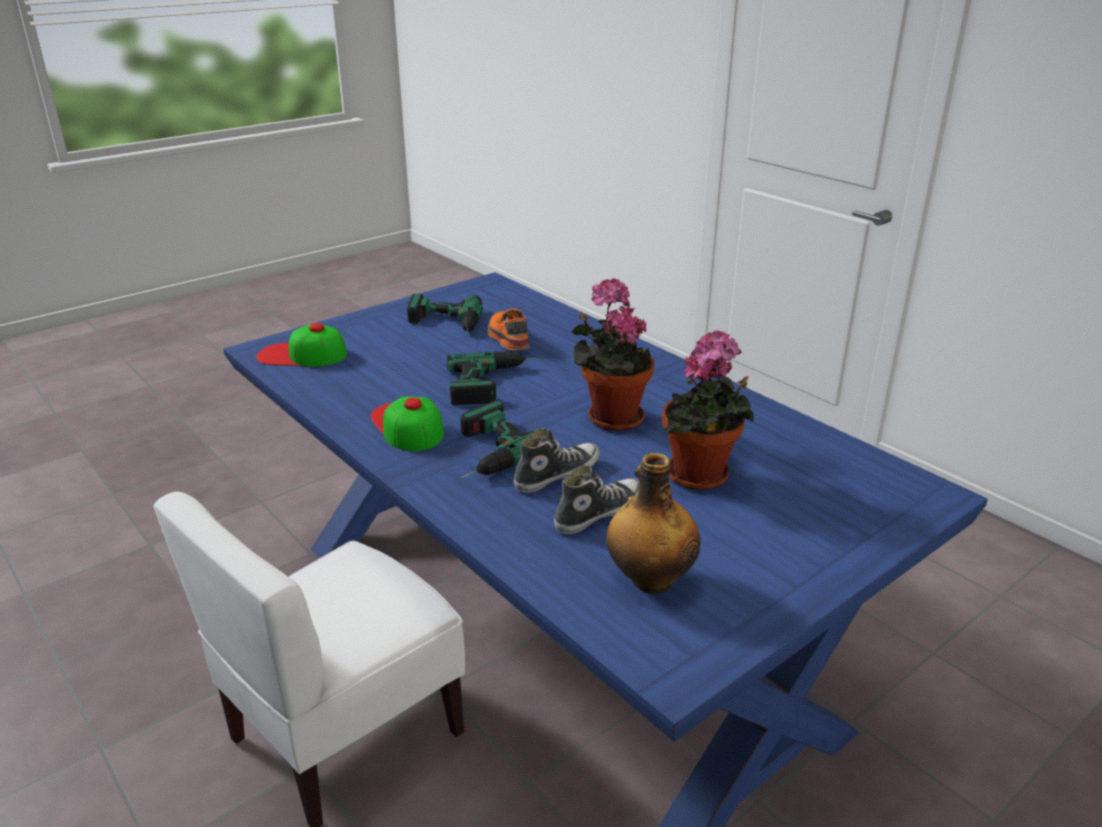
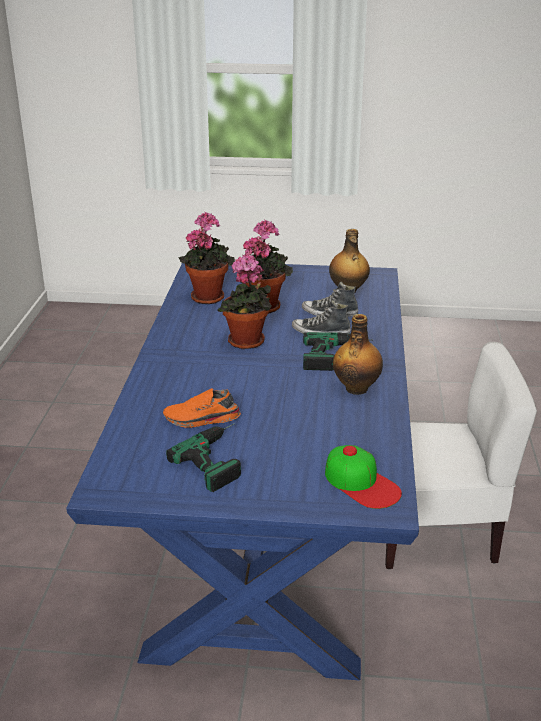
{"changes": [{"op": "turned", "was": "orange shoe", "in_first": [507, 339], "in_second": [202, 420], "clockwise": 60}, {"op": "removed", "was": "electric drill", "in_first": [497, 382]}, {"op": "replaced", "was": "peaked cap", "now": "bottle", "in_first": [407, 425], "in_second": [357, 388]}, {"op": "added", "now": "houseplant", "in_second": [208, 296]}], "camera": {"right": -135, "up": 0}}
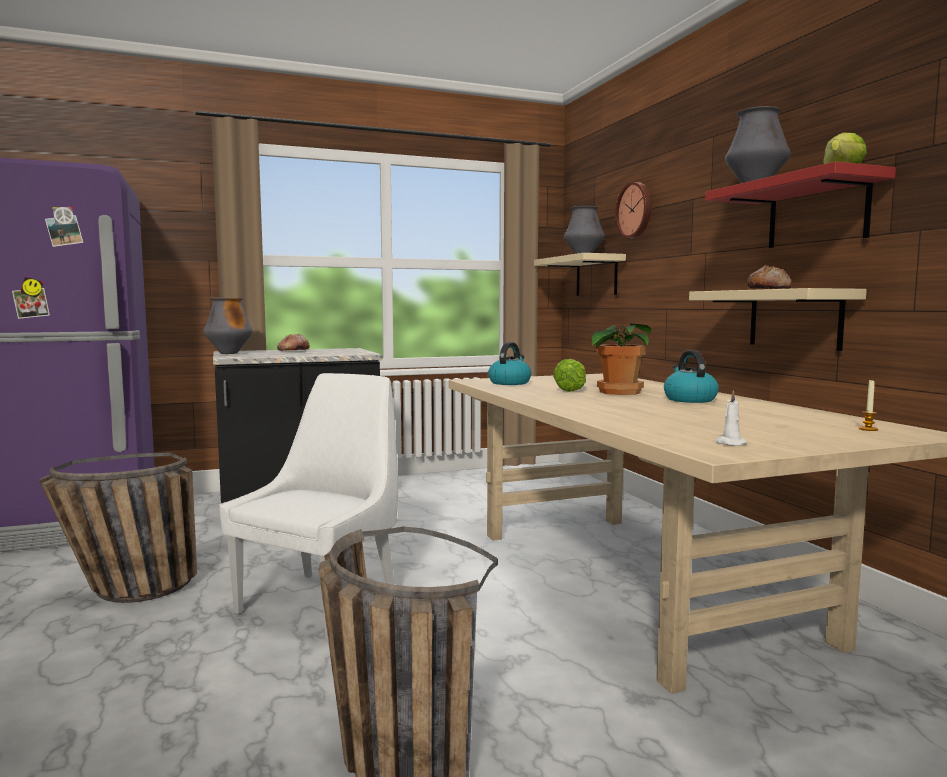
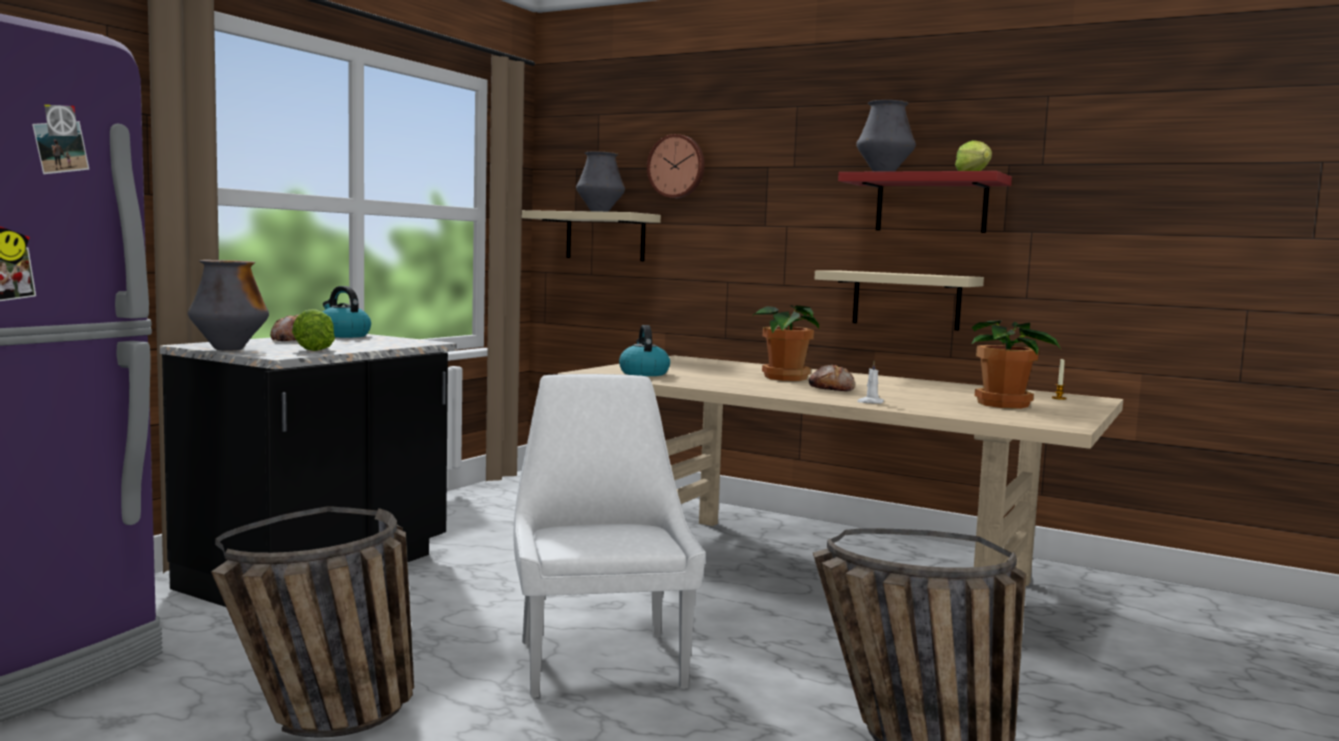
{"changes": [{"op": "moved", "was": "bread", "in_first": [769, 289], "in_second": [832, 389]}, {"op": "moved", "was": "water kettle", "in_first": [689, 399], "in_second": [342, 335]}, {"op": "moved", "was": "lettuce head", "in_first": [574, 389], "in_second": [316, 348]}, {"op": "moved", "was": "whitish wax light", "in_first": [729, 443], "in_second": [870, 402]}, {"op": "added", "now": "houseplant", "in_second": [1004, 405]}], "camera": {"right": -40, "up": 0}}
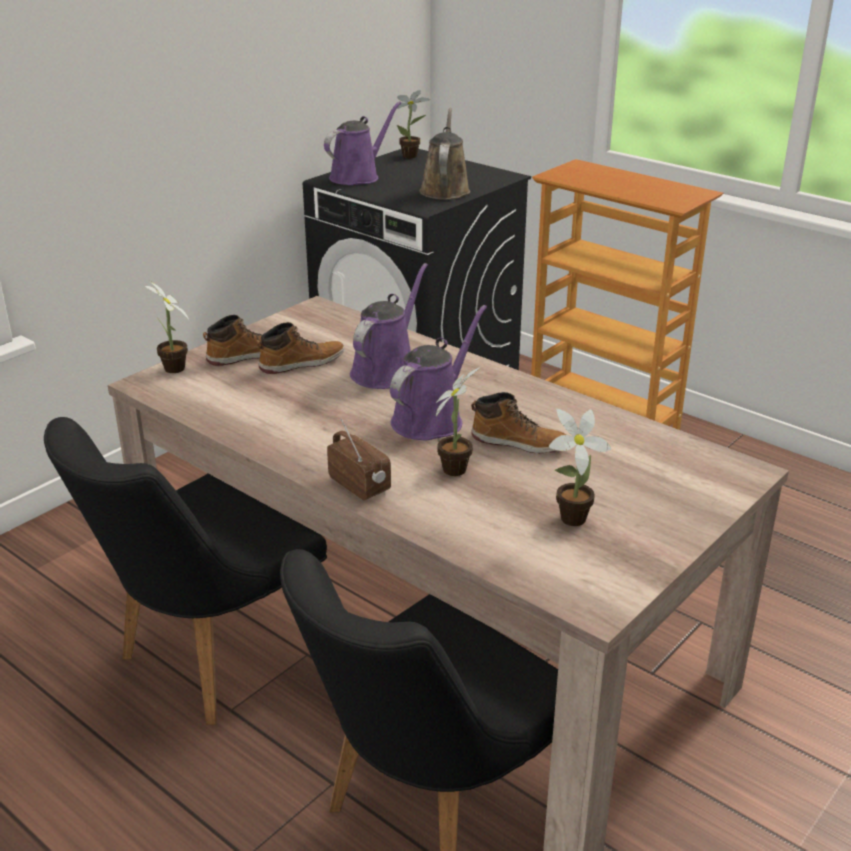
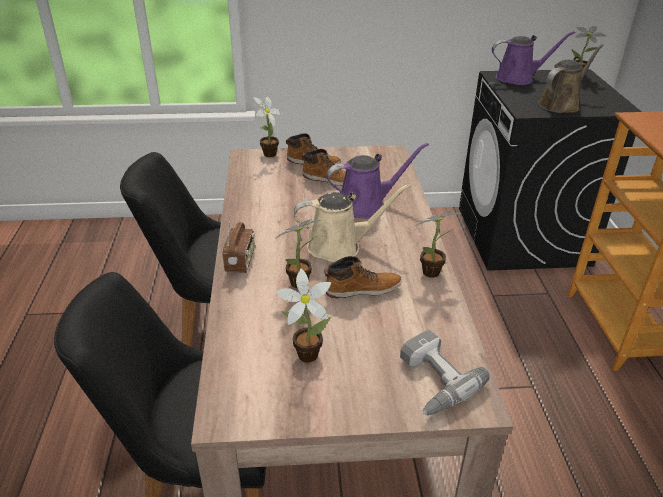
{"changes": [{"op": "recoloured", "was": "purple-coloured sprinkling can", "now": "sand-coloured sprinkling can", "in_first": [431, 419], "in_second": [339, 246]}, {"op": "turned", "was": "boot", "in_first": [519, 442], "in_second": [362, 289], "clockwise": -75}, {"op": "added", "now": "houseplant", "in_second": [434, 272]}, {"op": "added", "now": "electric drill", "in_second": [431, 381]}], "camera": {"right": 45, "up": 5}}
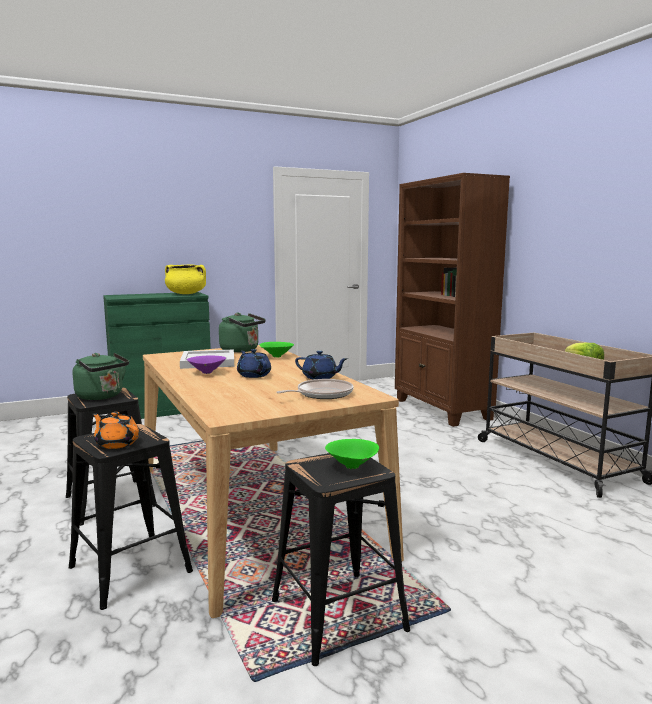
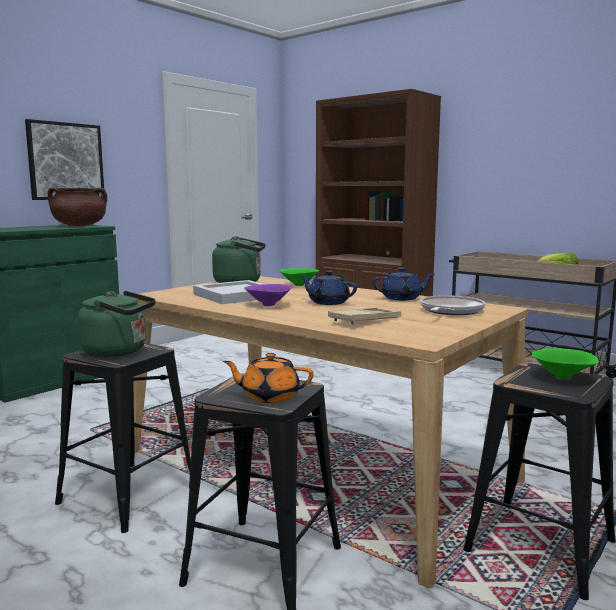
{"changes": [{"op": "recoloured", "was": "yellowish saucepot", "now": "brownish saucepot", "in_first": [186, 294], "in_second": [79, 225]}, {"op": "added", "now": "wall art", "in_second": [65, 161]}, {"op": "added", "now": "sand-coloured carrying tray", "in_second": [365, 320]}], "camera": {"right": -25, "up": 0}}
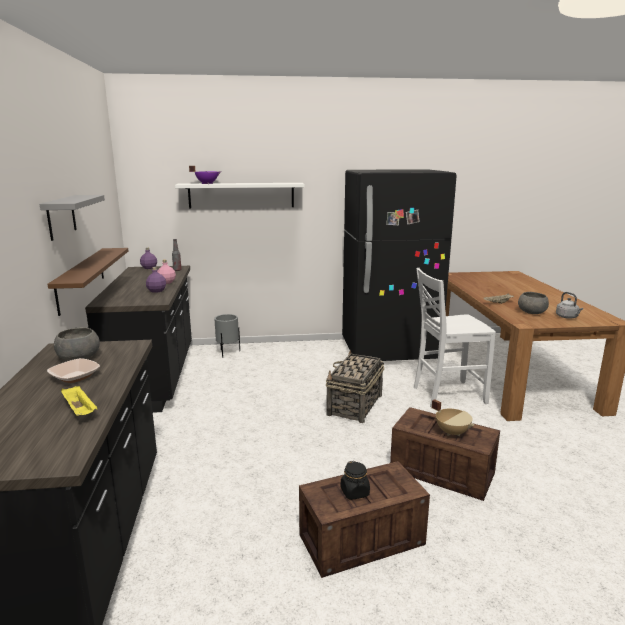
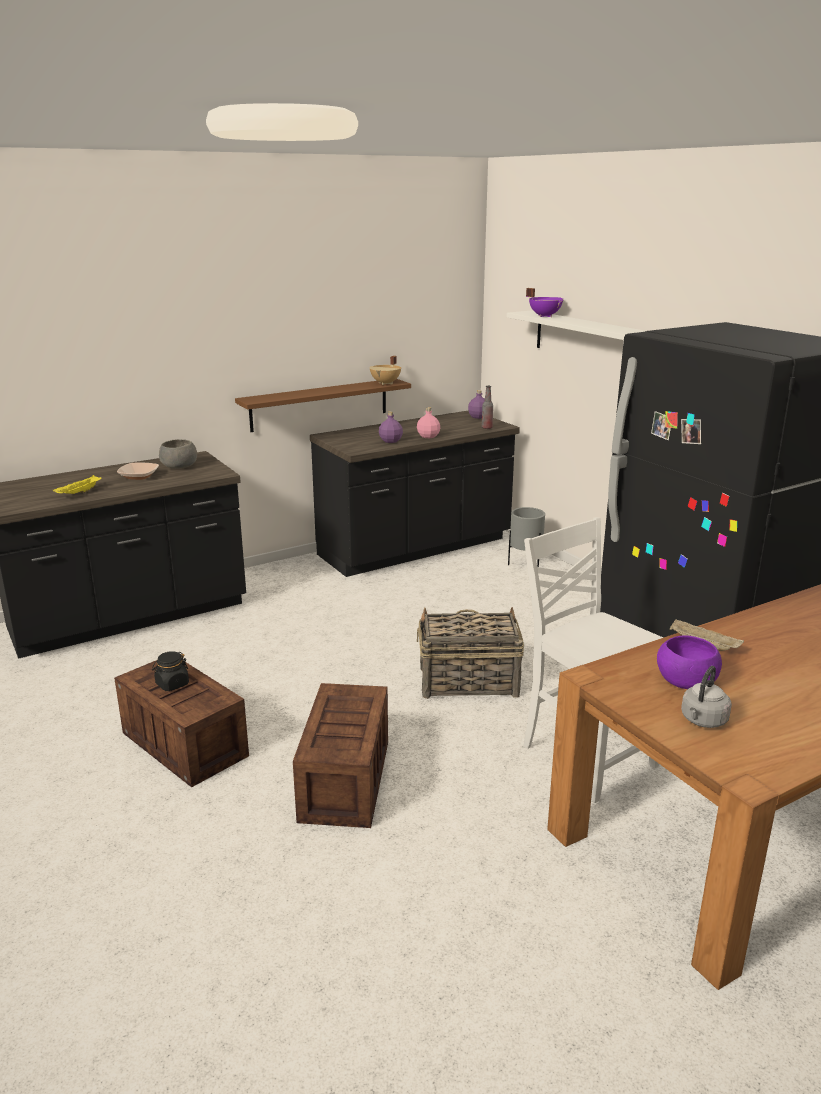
{"changes": [{"op": "removed", "was": "grey wall shelf", "in_first": [61, 217]}, {"op": "recoloured", "was": "grey bowl", "now": "purple-coloured bowl", "in_first": [532, 312], "in_second": [686, 681]}, {"op": "moved", "was": "sand-coloured saucepot", "in_first": [452, 432], "in_second": [386, 383]}], "camera": {"right": 65, "up": 5}}
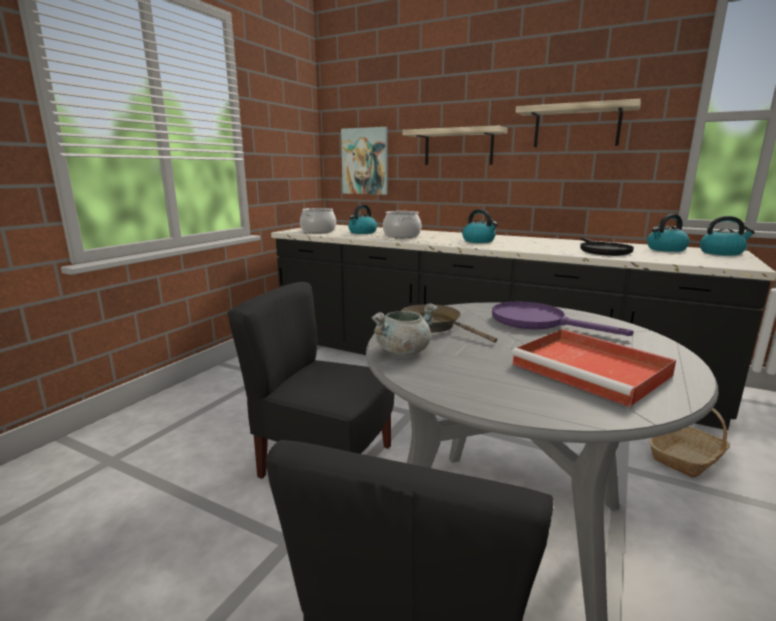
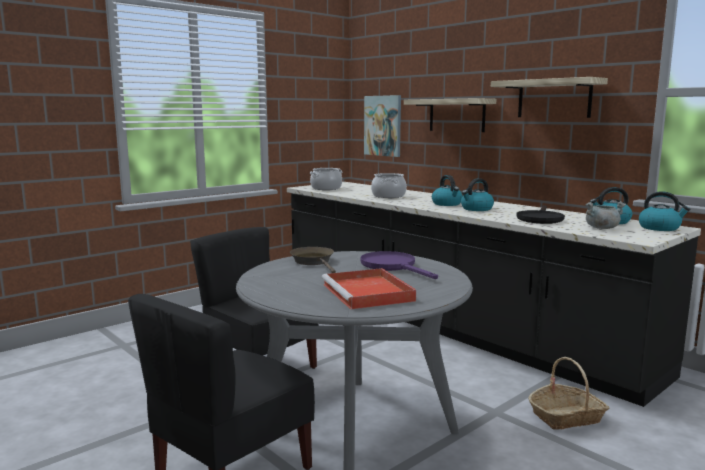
{"changes": [{"op": "moved", "was": "water kettle", "in_first": [362, 232], "in_second": [476, 209]}, {"op": "moved", "was": "grey saucepot", "in_first": [403, 351], "in_second": [602, 228]}], "camera": {"right": 20, "up": -5}}
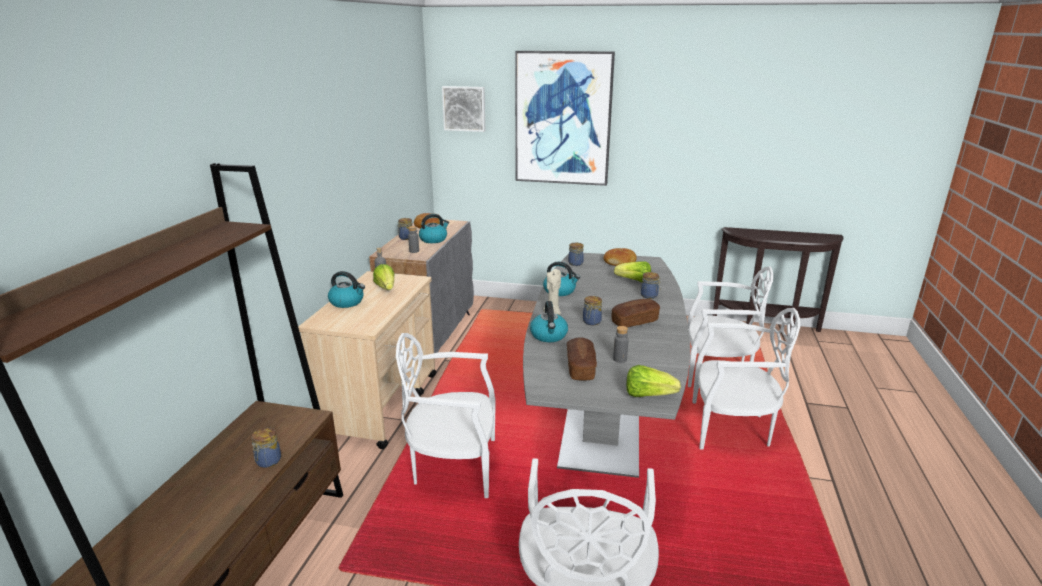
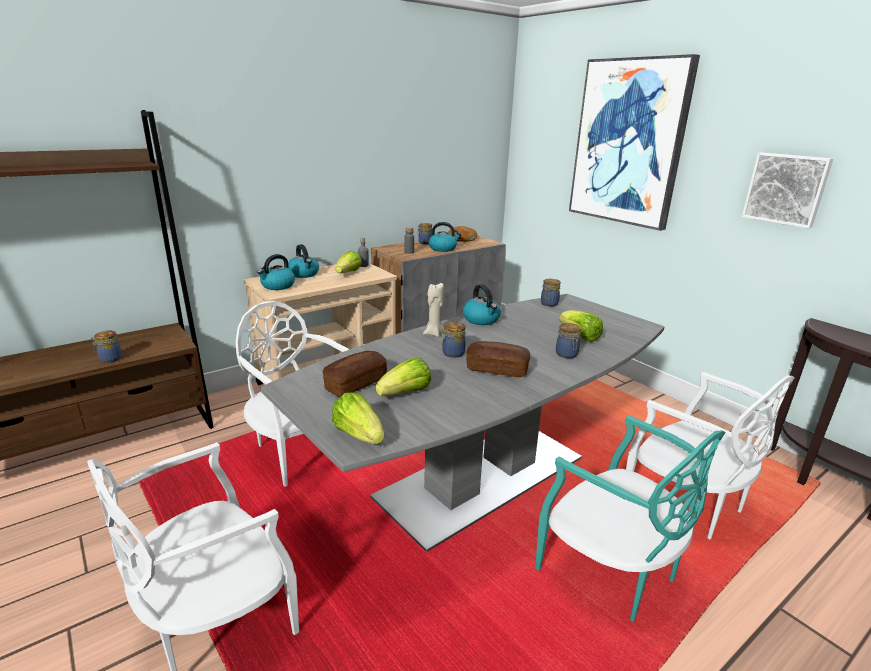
{"changes": [{"op": "moved", "was": "wall art", "in_first": [464, 108], "in_second": [786, 189]}, {"op": "removed", "was": "bread", "in_first": [620, 262]}, {"op": "moved", "was": "water kettle", "in_first": [549, 336], "in_second": [277, 286]}, {"op": "recoloured", "was": "whitish plain chair", "now": "turquoise-coloured plain chair", "in_first": [731, 429], "in_second": [611, 571]}, {"op": "replaced", "was": "grey bottle", "now": "lettuce head", "in_first": [620, 359], "in_second": [405, 393]}], "camera": {"right": 40, "up": 0}}
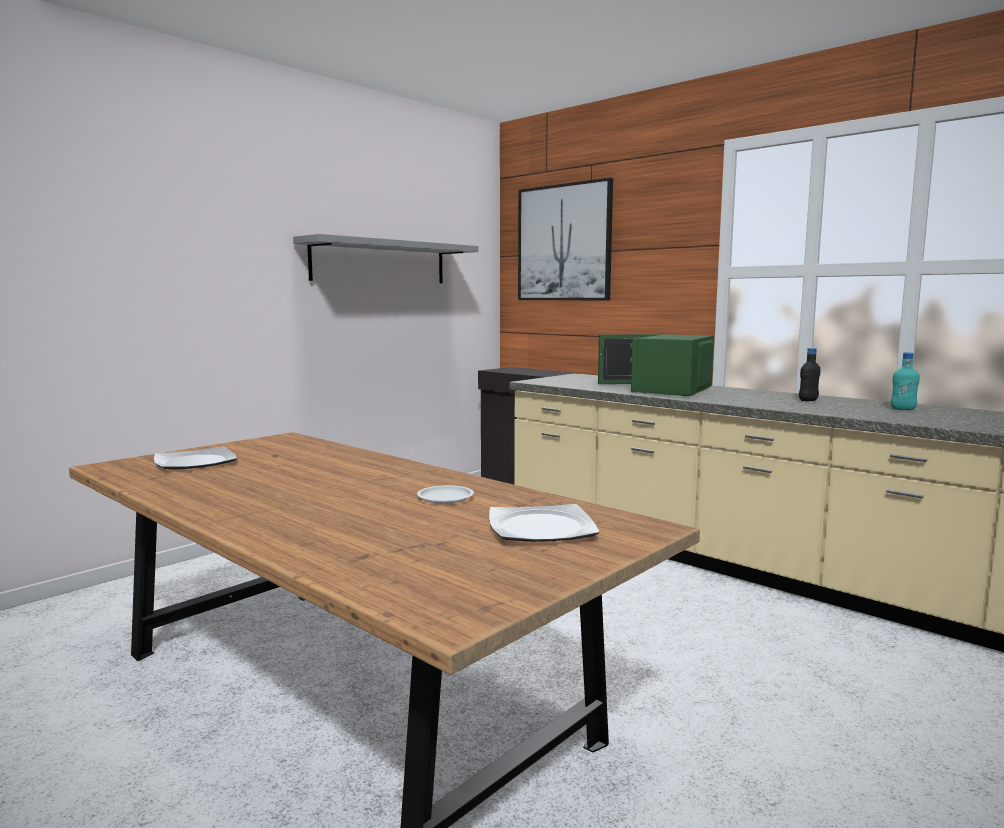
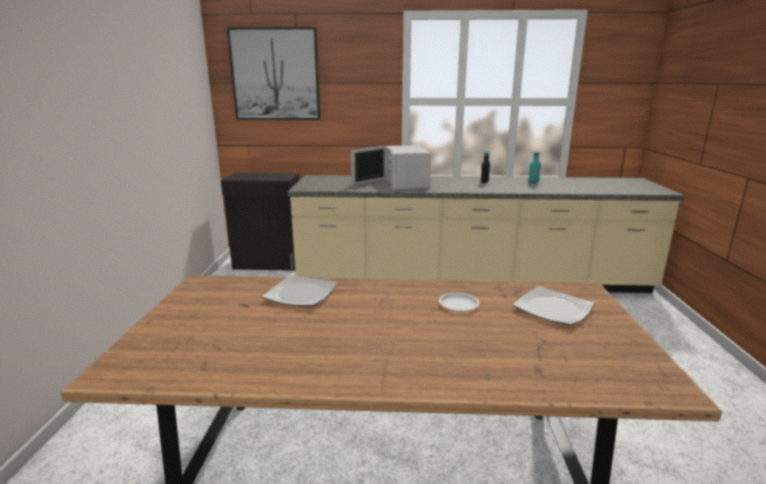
{"changes": [{"op": "removed", "was": "grey wall shelf", "in_first": [380, 262]}, {"op": "recoloured", "was": "green-coloured kitchen microwave", "now": "whitish kitchen microwave", "in_first": [669, 389], "in_second": [402, 183]}, {"op": "moved", "was": "flat dish", "in_first": [195, 462], "in_second": [301, 294]}], "camera": {"right": -40, "up": 10}}
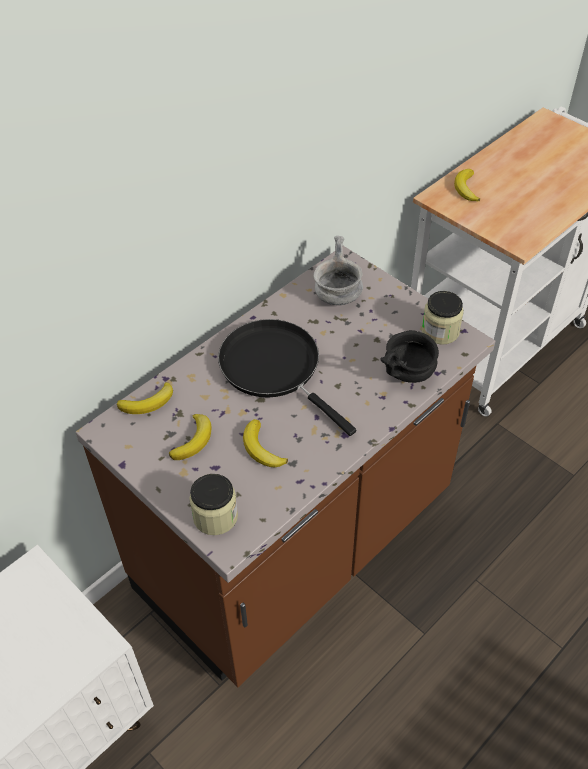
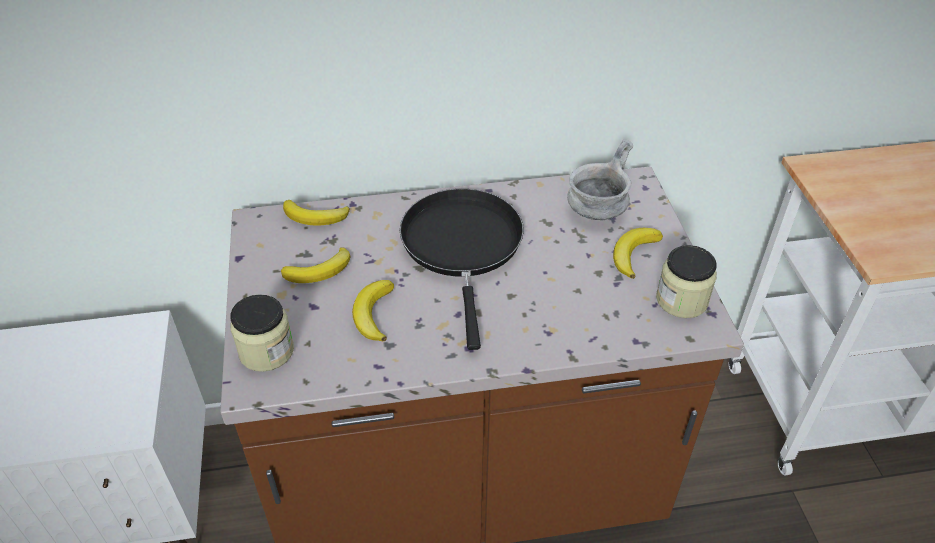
{"changes": [{"op": "moved", "was": "banana", "in_first": [466, 188], "in_second": [633, 254]}, {"op": "removed", "was": "black bowl", "in_first": [408, 373]}], "camera": {"right": 35, "up": -5}}
